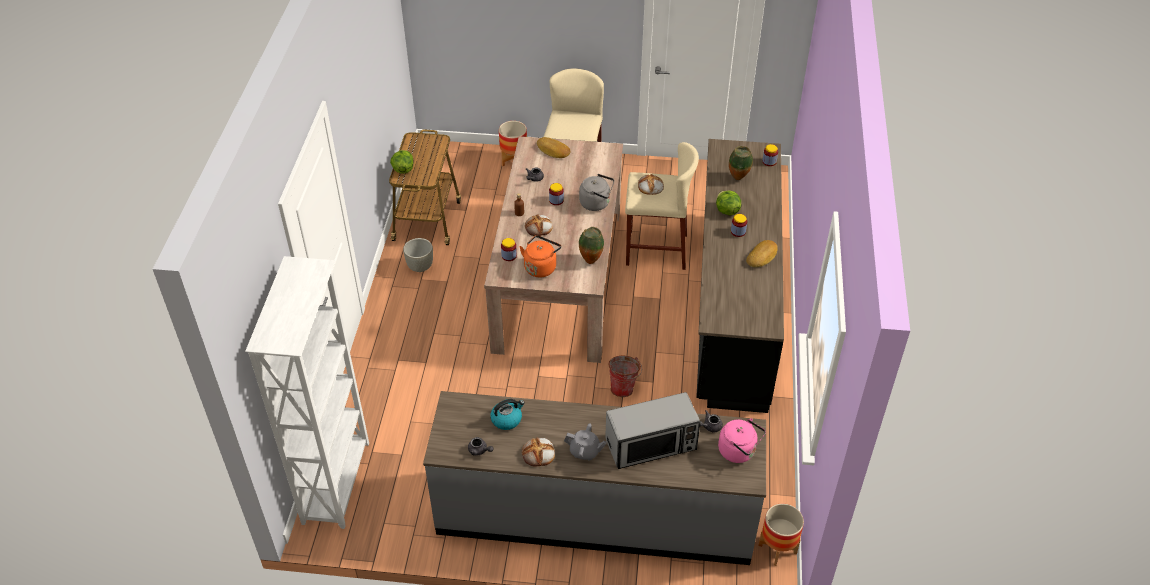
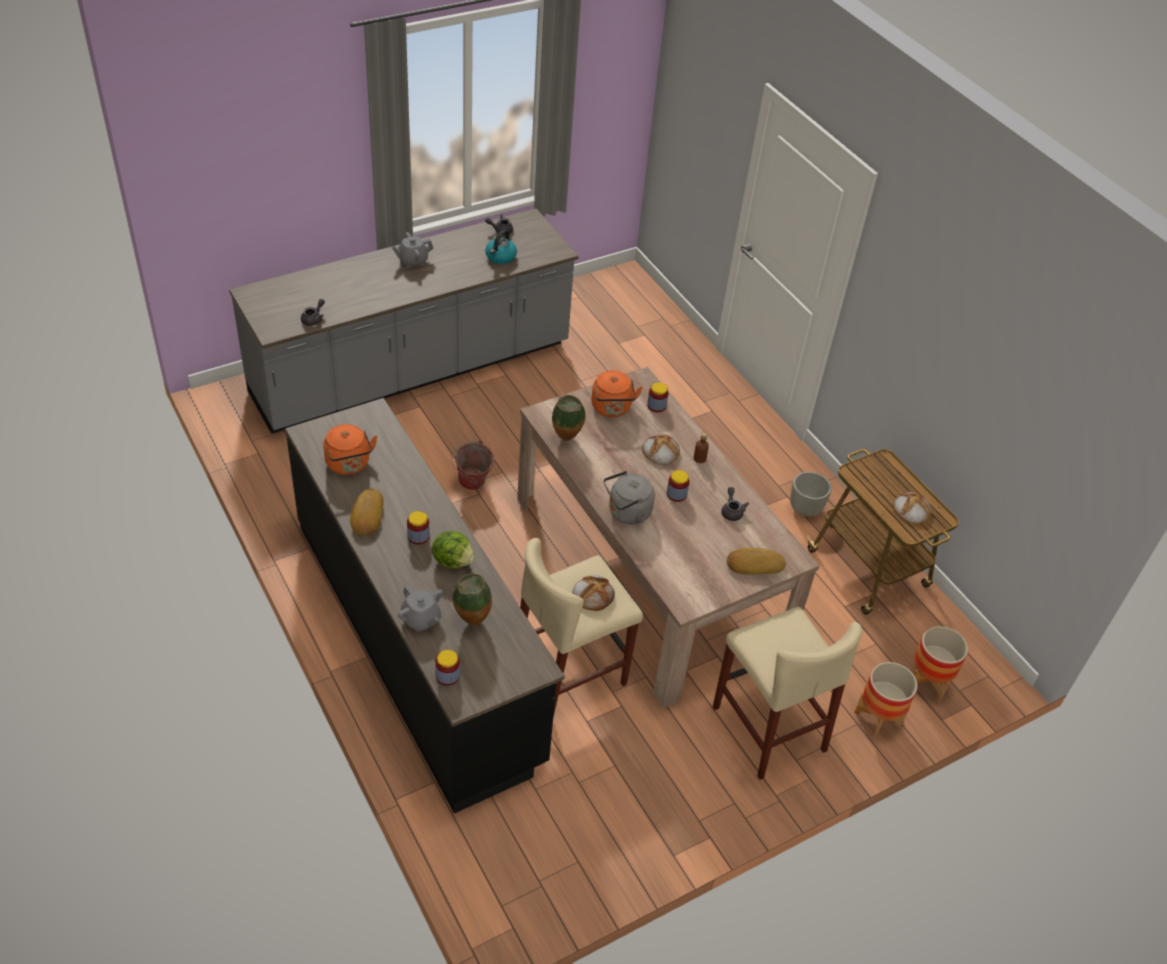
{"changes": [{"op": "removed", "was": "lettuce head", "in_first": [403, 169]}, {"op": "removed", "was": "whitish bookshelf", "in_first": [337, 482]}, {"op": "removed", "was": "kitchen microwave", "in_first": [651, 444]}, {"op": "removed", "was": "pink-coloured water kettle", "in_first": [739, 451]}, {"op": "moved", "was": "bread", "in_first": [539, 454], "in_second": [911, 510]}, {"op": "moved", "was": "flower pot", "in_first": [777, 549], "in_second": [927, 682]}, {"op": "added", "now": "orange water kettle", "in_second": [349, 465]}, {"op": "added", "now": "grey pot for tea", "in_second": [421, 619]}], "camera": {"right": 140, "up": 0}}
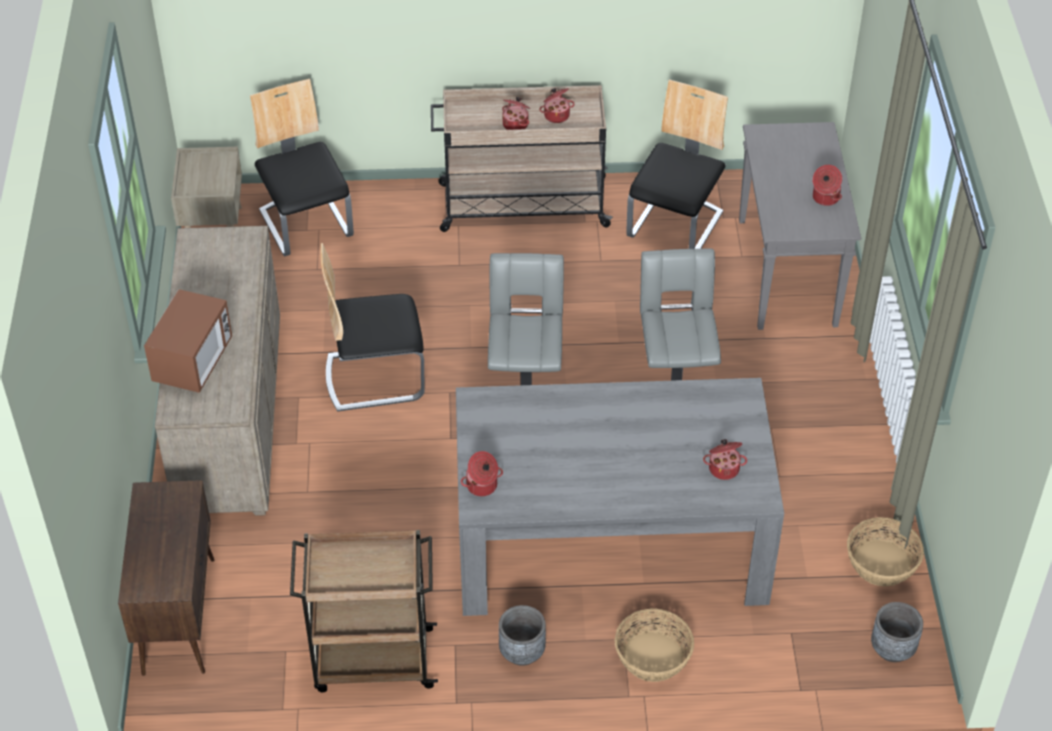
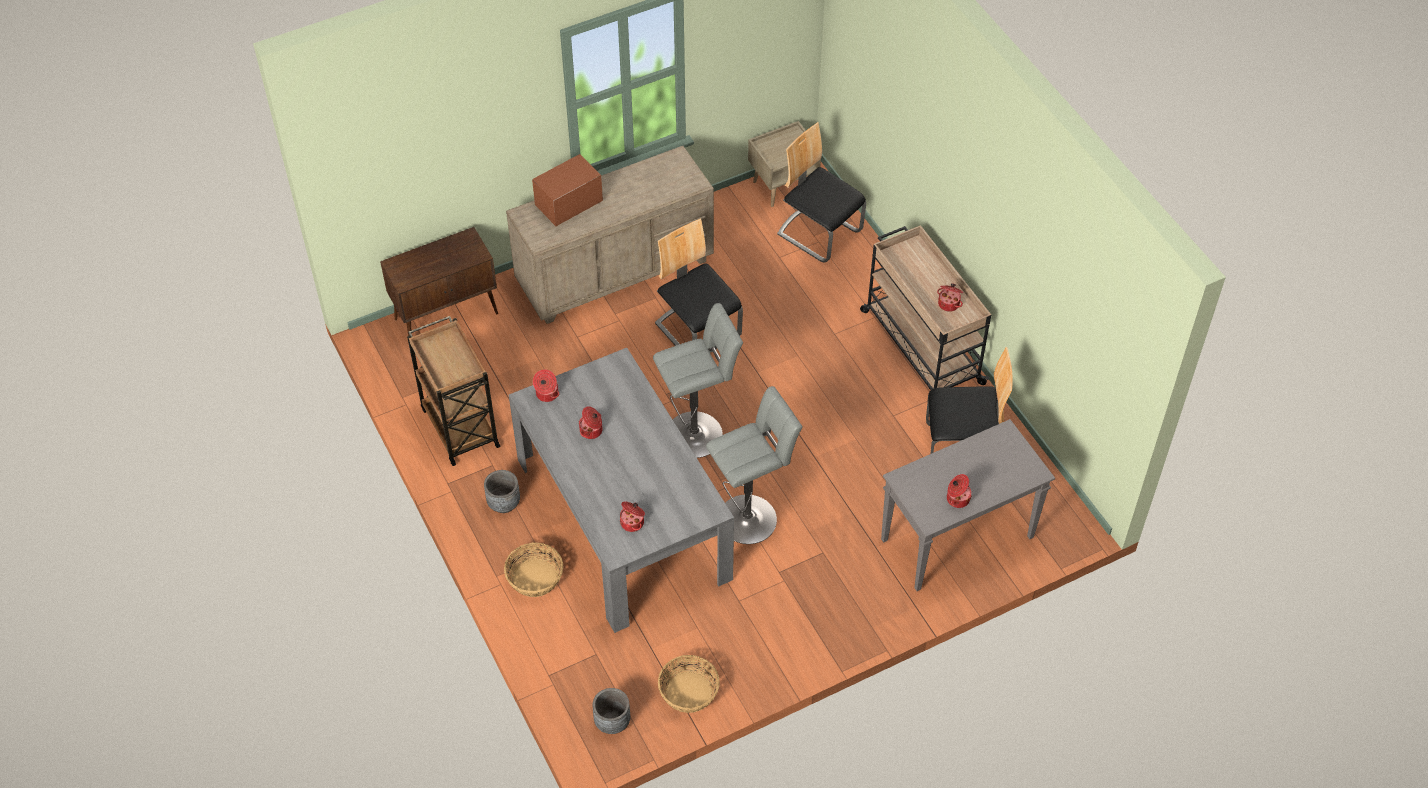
{"changes": [{"op": "turned", "was": "plain chair", "in_first": [306, 224], "in_second": [819, 233], "clockwise": -90}, {"op": "moved", "was": "saucepot", "in_first": [516, 124], "in_second": [591, 431]}, {"op": "turned", "was": "kitchen microwave", "in_first": [193, 362], "in_second": [568, 205], "clockwise": 150}], "camera": {"right": 65, "up": 5}}
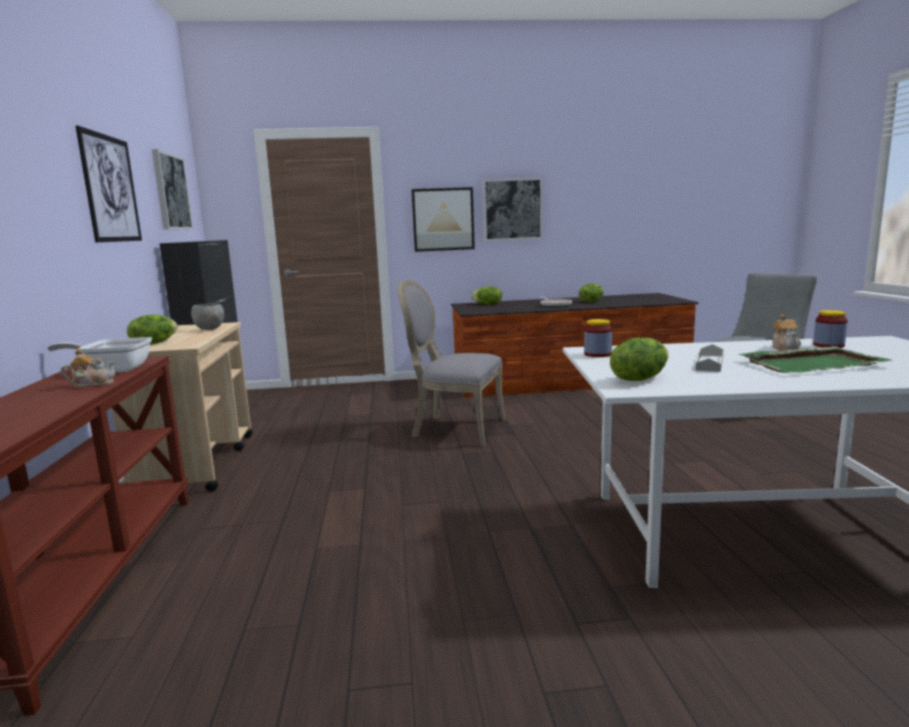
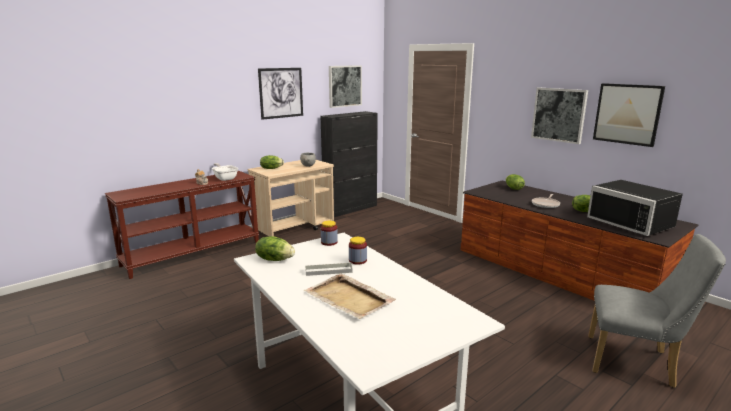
{"changes": [{"op": "moved", "was": "wall art", "in_first": [443, 219], "in_second": [627, 114]}, {"op": "removed", "was": "grey plain chair", "in_first": [454, 429]}, {"op": "moved", "was": "storage jar", "in_first": [828, 345], "in_second": [357, 260]}, {"op": "removed", "was": "pot for tea", "in_first": [785, 349]}, {"op": "recoloured", "was": "green-coloured carrying tray", "now": "sand-coloured carrying tray", "in_first": [813, 364], "in_second": [349, 298]}, {"op": "added", "now": "black kitchen microwave", "in_second": [633, 223]}], "camera": {"right": 55, "up": 5}}
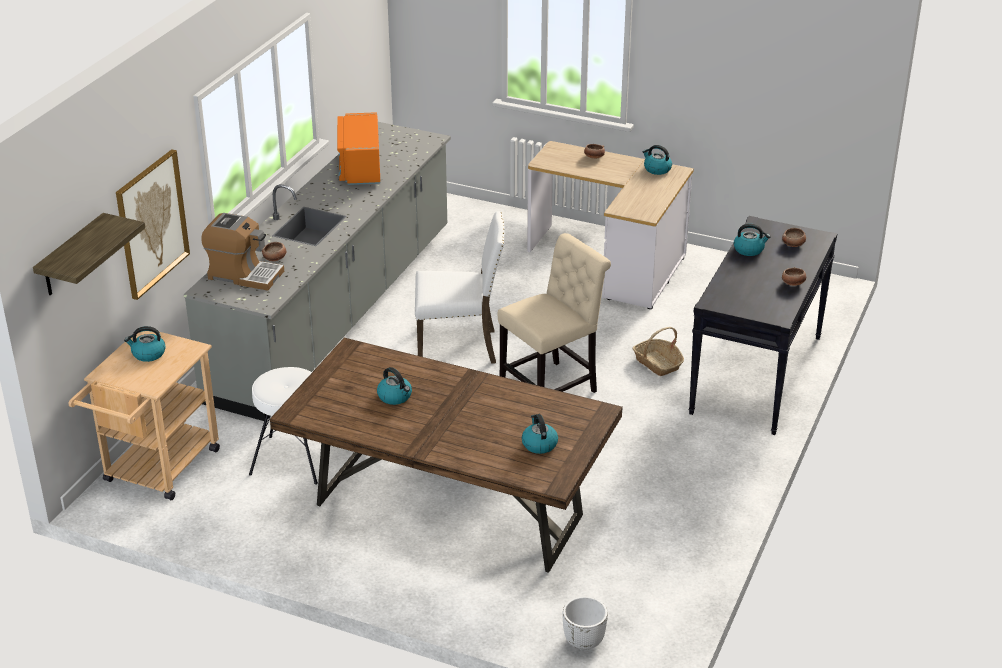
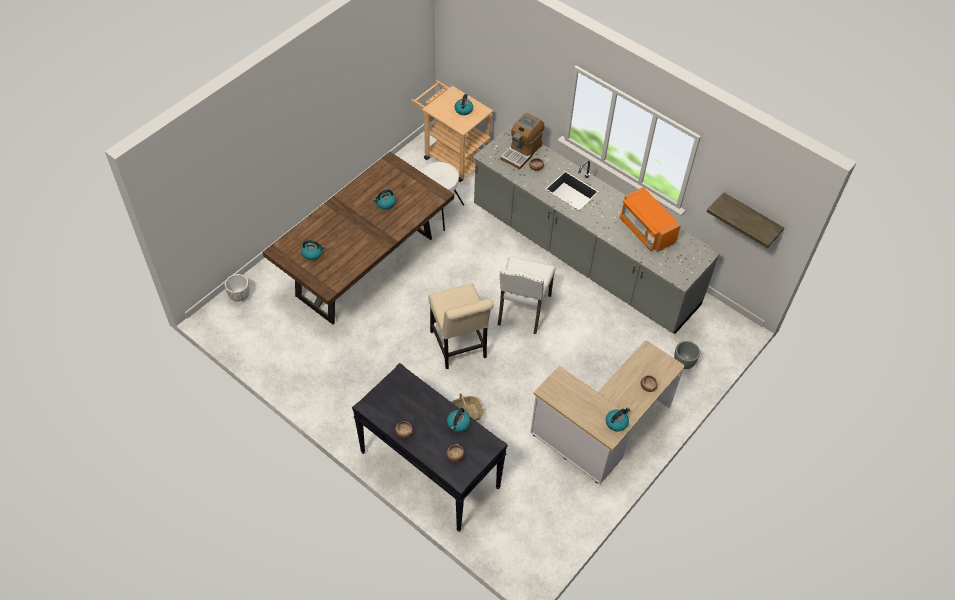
{"changes": [{"op": "turned", "was": "orange kitchen microwave", "in_first": [360, 167], "in_second": [646, 230], "clockwise": -135}, {"op": "removed", "was": "wall art", "in_first": [151, 223]}, {"op": "moved", "was": "wall shelf", "in_first": [71, 256], "in_second": [750, 217]}, {"op": "added", "now": "grey flower pot", "in_second": [684, 363]}], "camera": {"right": 105, "up": 20}}
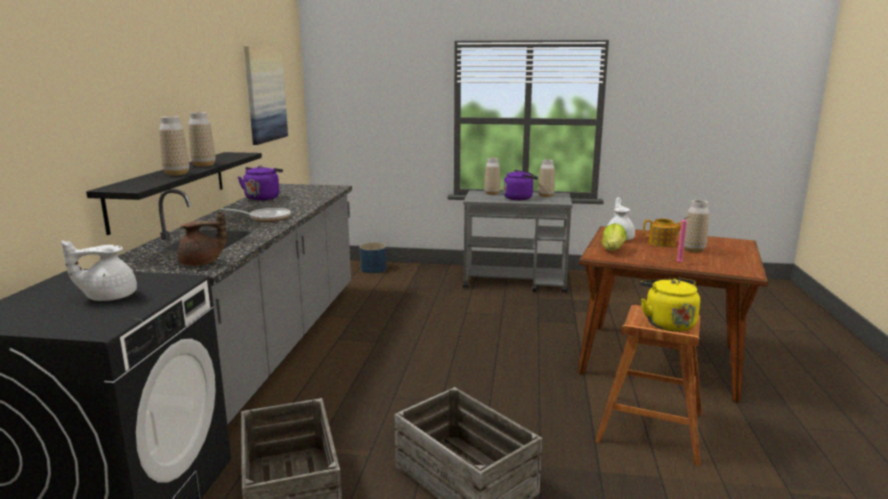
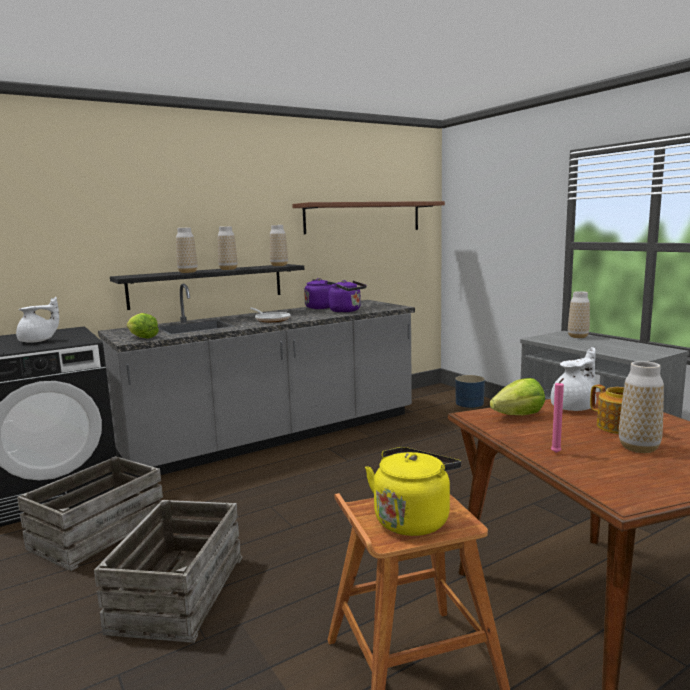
{"changes": [{"op": "replaced", "was": "wall art", "now": "brownish wall shelf", "in_first": [265, 94], "in_second": [363, 217]}, {"op": "moved", "was": "flower vase", "in_first": [546, 196], "in_second": [279, 265]}, {"op": "moved", "was": "purple-coloured water kettle", "in_first": [520, 198], "in_second": [347, 311]}, {"op": "replaced", "was": "brownish pot for tea", "now": "lettuce head", "in_first": [202, 263], "in_second": [142, 337]}, {"op": "turned", "was": "whitish pot for tea", "in_first": [109, 297], "in_second": [38, 341], "clockwise": 120}], "camera": {"right": 50, "up": -5}}
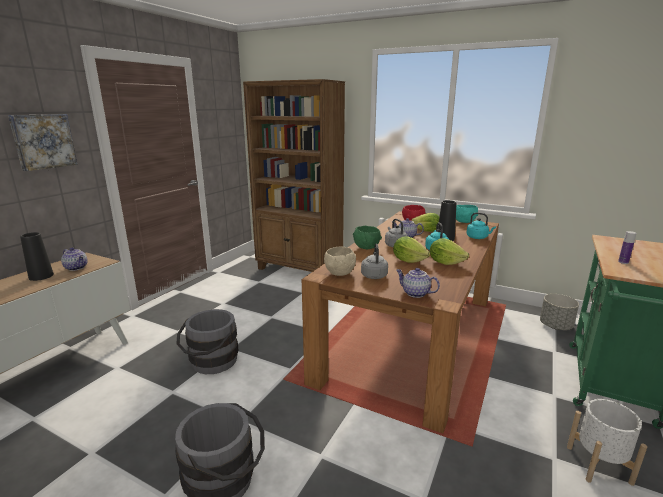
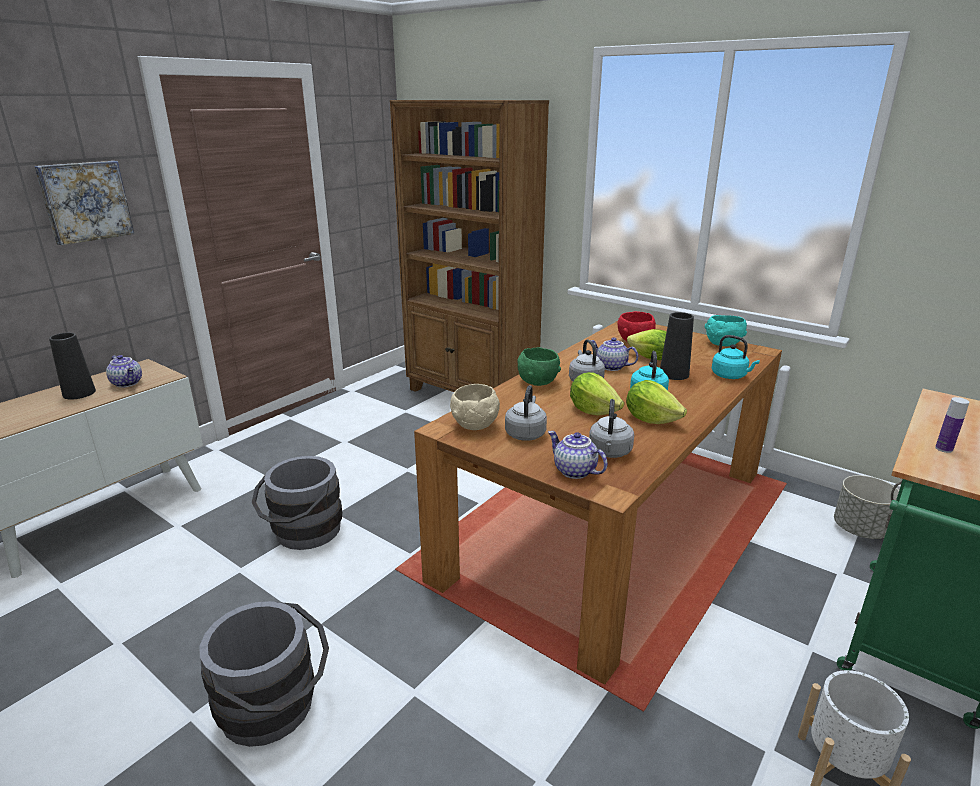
{"changes": [{"op": "added", "now": "grey water kettle", "in_second": [610, 452]}], "camera": {"right": 10, "up": 5}}
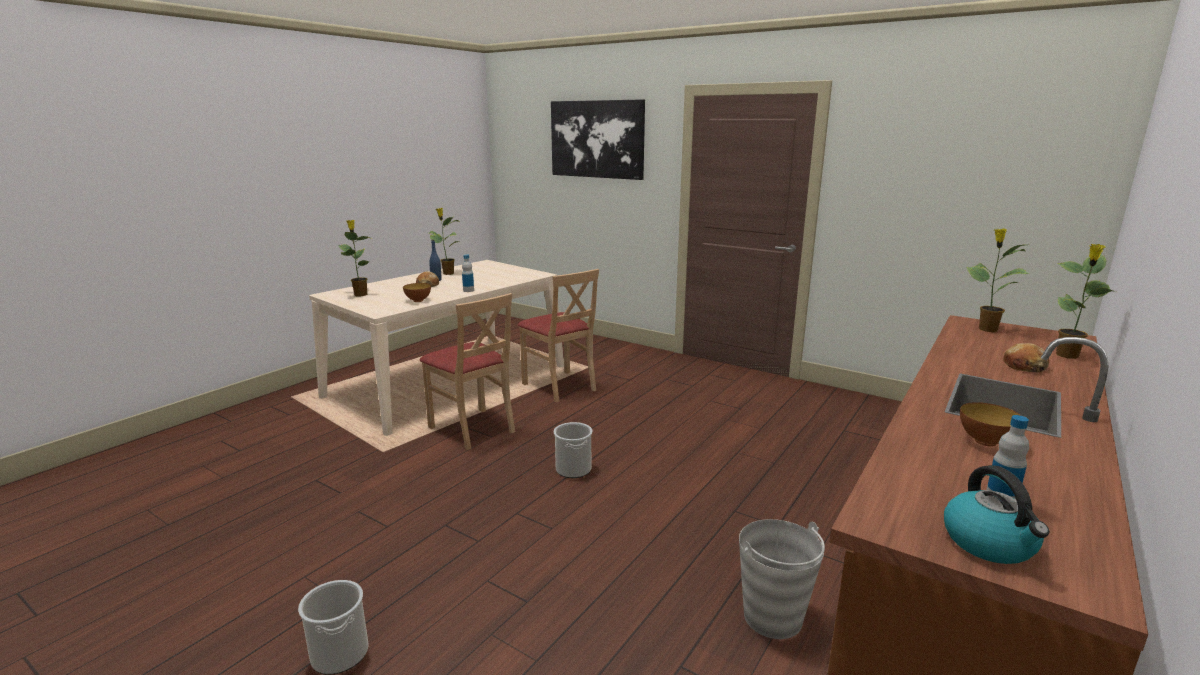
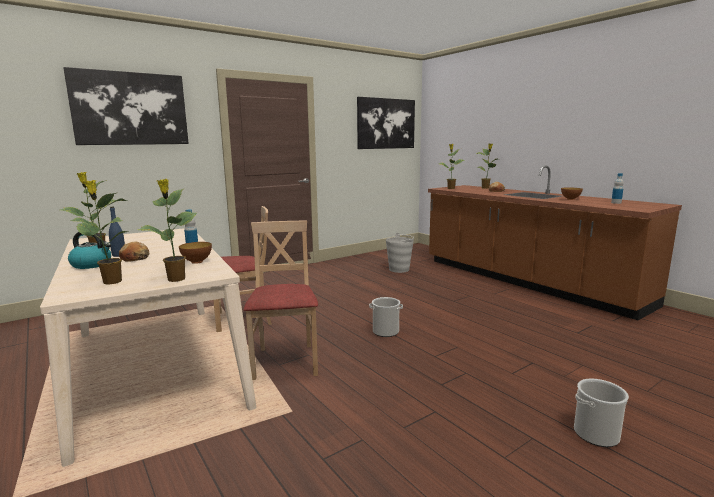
{"changes": [{"op": "turned", "was": "sand-coloured plain chair", "in_first": [473, 429], "in_second": [285, 361], "clockwise": -75}, {"op": "moved", "was": "water kettle", "in_first": [990, 543], "in_second": [92, 264]}, {"op": "moved", "was": "grey pail", "in_first": [773, 618], "in_second": [399, 269]}, {"op": "added", "now": "wall art", "in_second": [386, 123]}, {"op": "added", "now": "houseplant", "in_second": [176, 279]}], "camera": {"right": -70, "up": -5}}
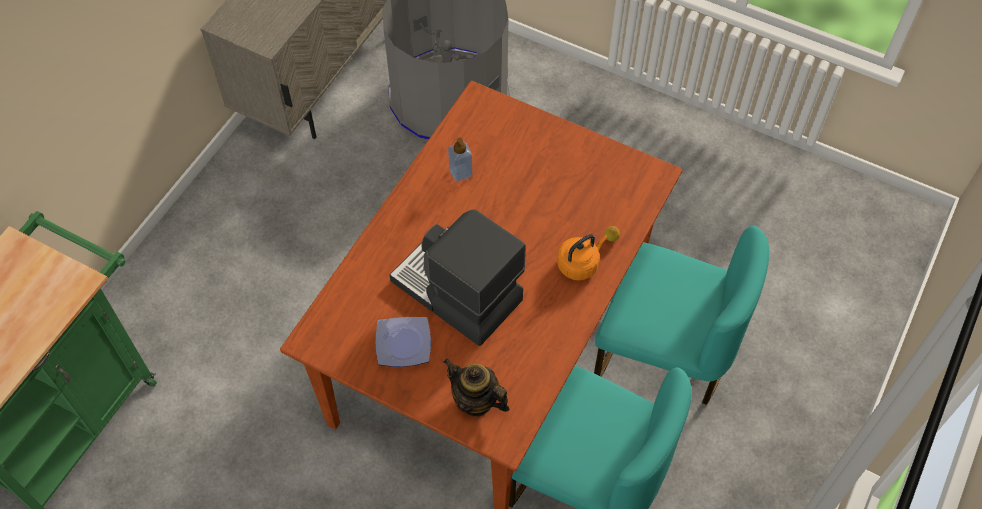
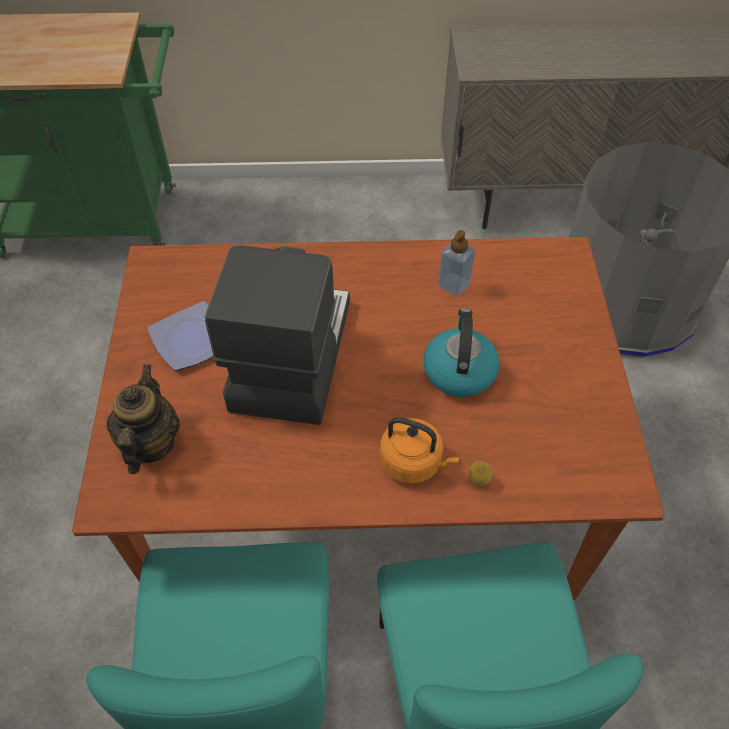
{"changes": [{"op": "added", "now": "water kettle", "in_second": [459, 371]}], "camera": {"right": 60, "up": -5}}
